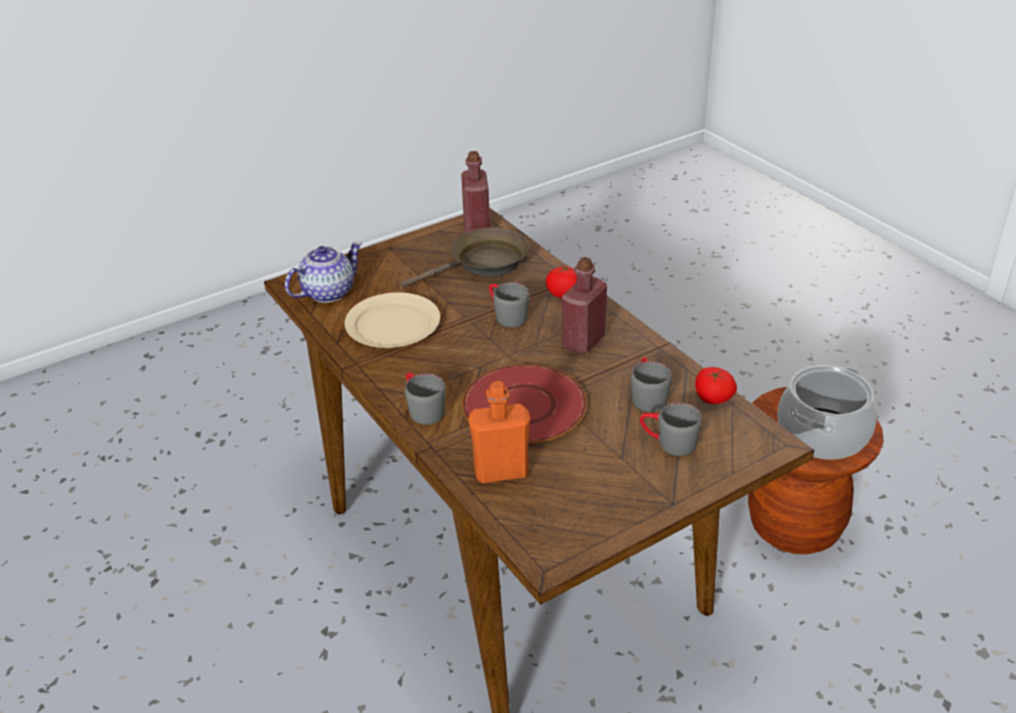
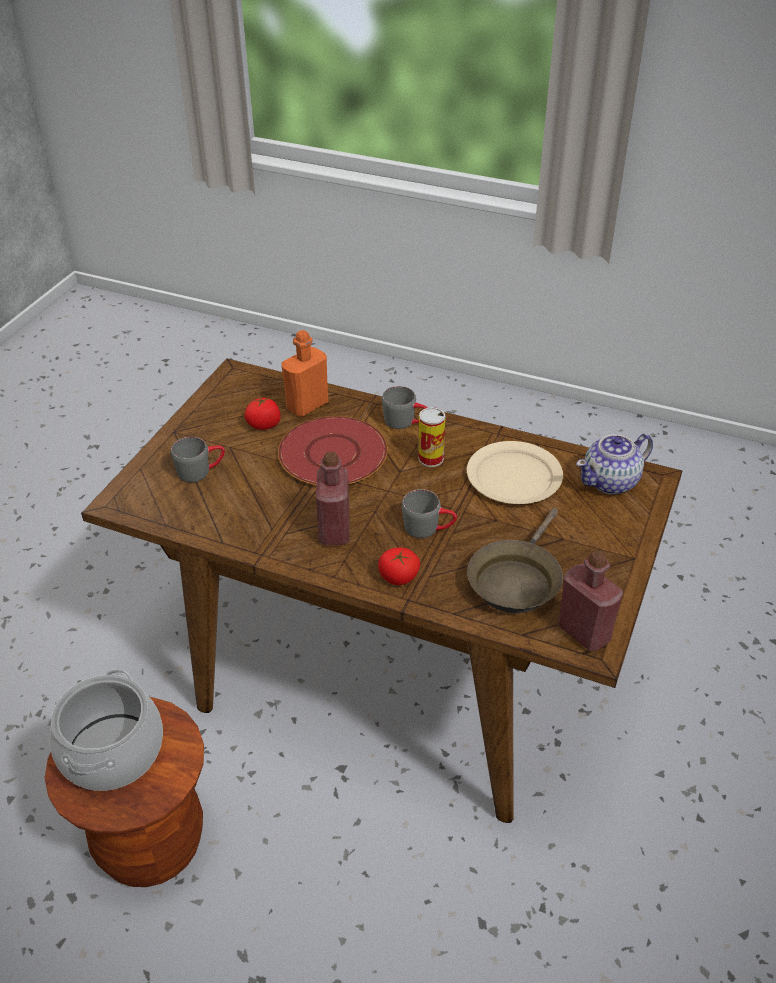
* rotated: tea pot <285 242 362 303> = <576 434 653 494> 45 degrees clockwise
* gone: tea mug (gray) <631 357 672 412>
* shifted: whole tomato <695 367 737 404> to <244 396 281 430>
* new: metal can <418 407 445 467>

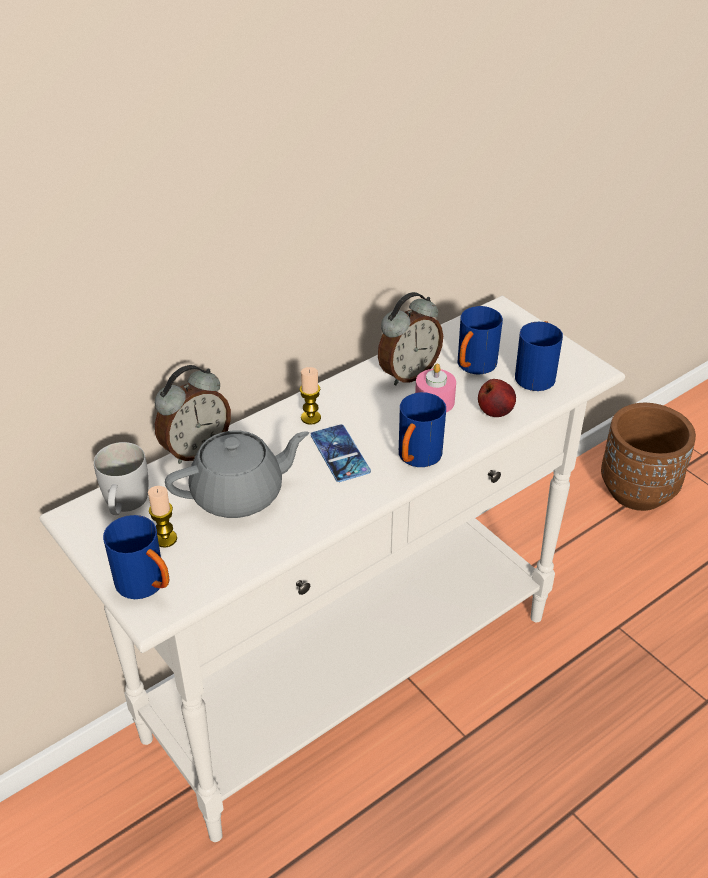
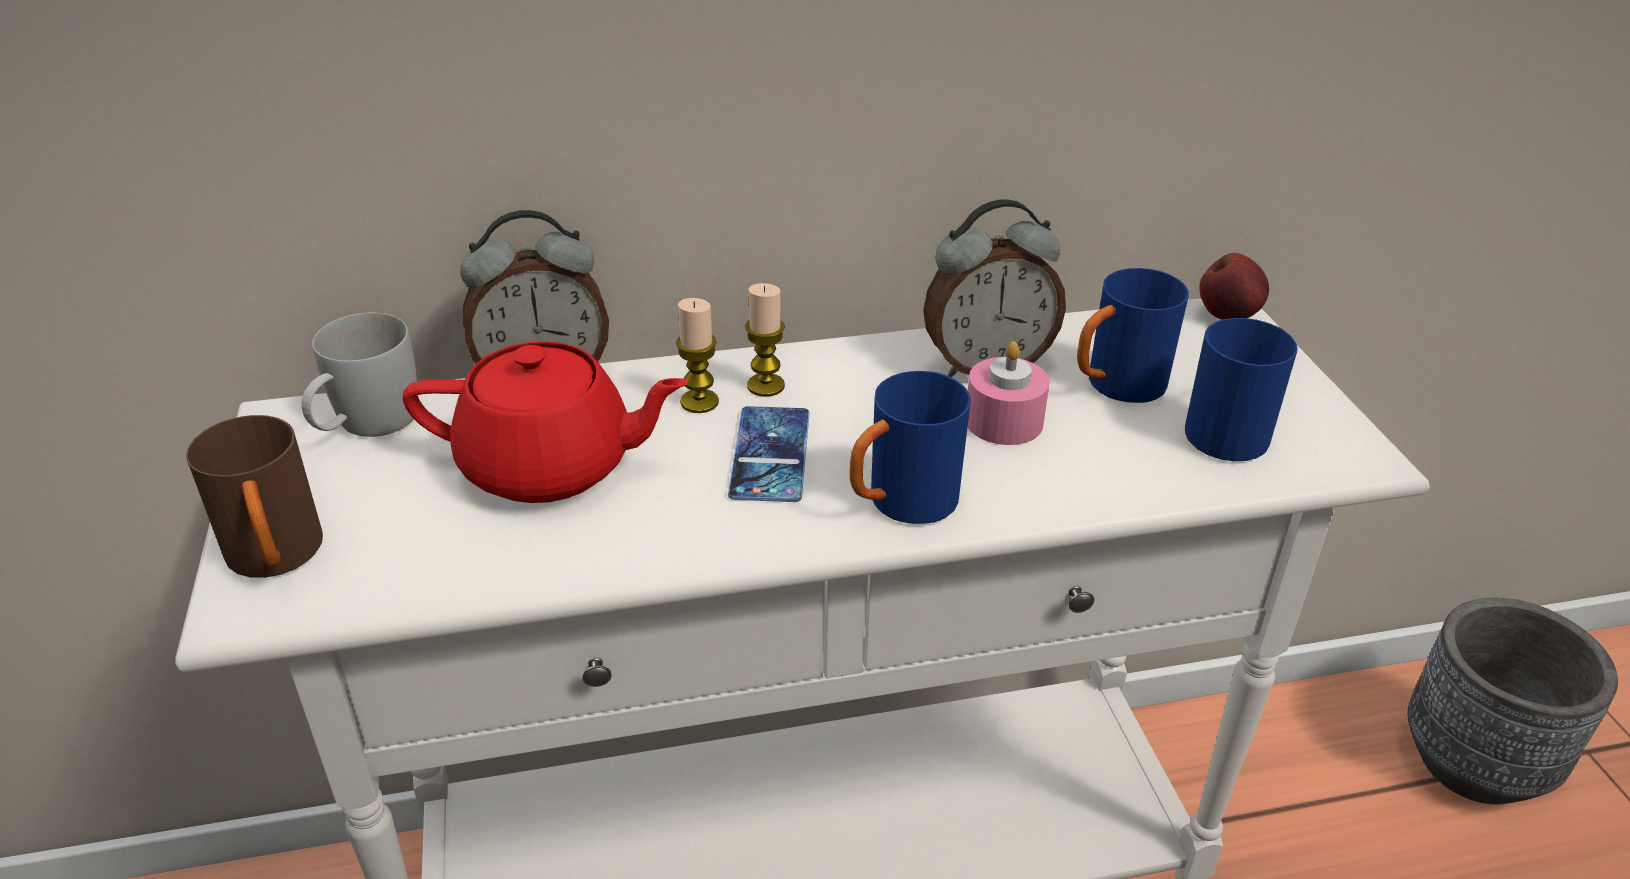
* shifted: apple fruit <478 379 516 417> to <1199 253 1269 320>
* repainted: plant pot (brown) <601 403 696 511> to plant pot (gray) <1407 598 1618 805>
* repainted: tea pot (gray) <165 431 309 518> to tea pot (reddish) <403 341 689 503>
* shifted: candle <148 486 177 547> to <676 298 719 413>
* repainted: tea mug (bluish) <103 515 169 599> to tea mug (brown) <186 415 323 578>

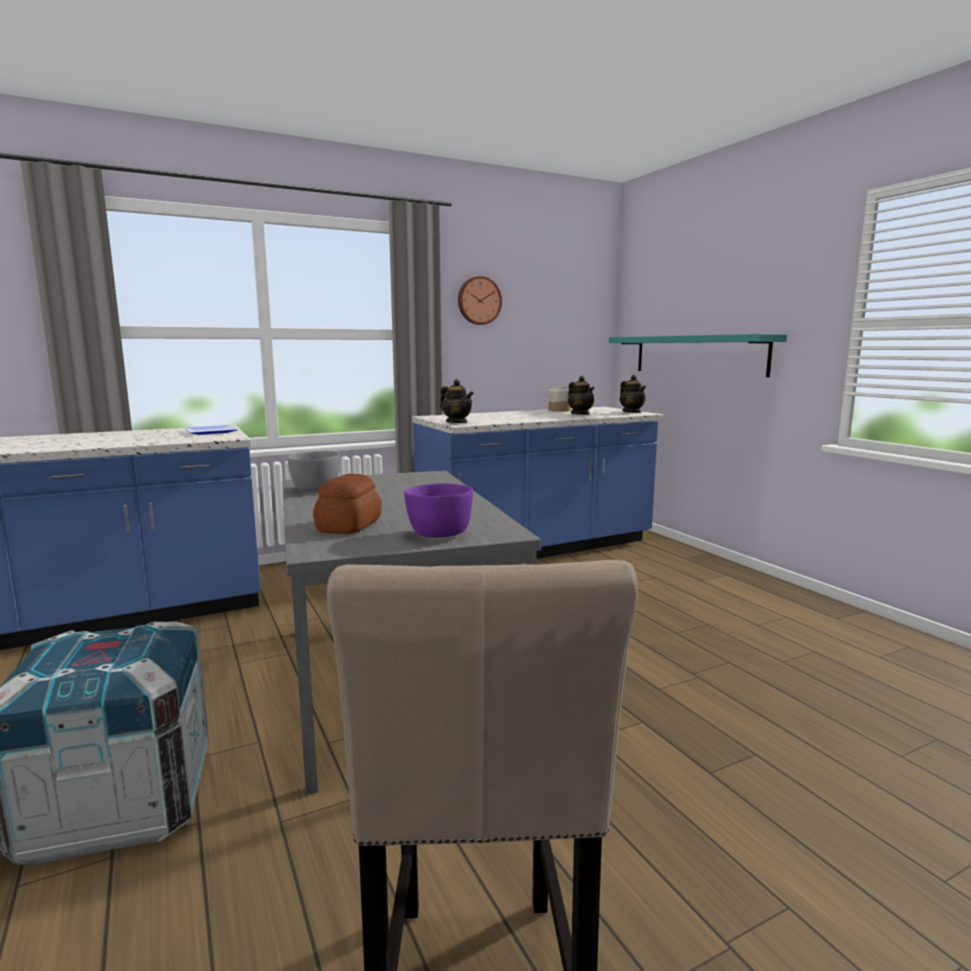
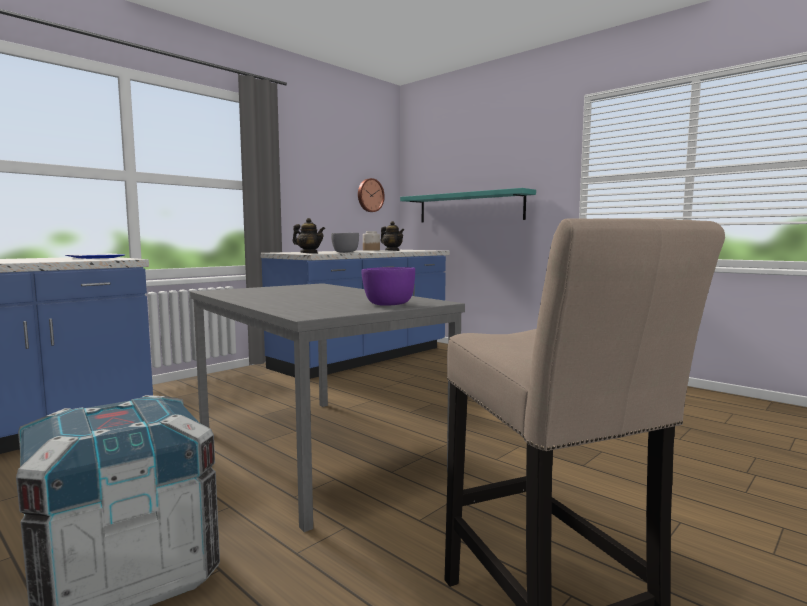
* shifted: clock on the wall <458 276 502 325> to <358 178 385 212>
* gone: tea pot <620 375 646 413>
* shifted: deep dish (gray) <287 451 340 492> to <331 233 359 253>
* gone: bakery bread <313 474 382 534>

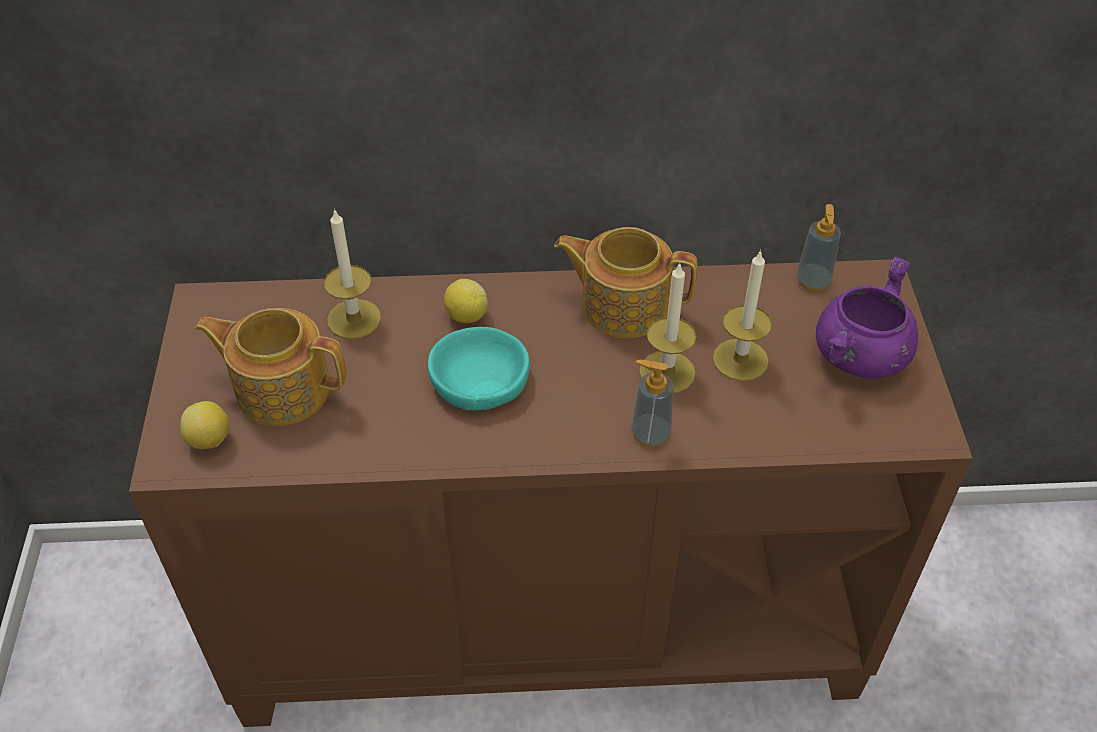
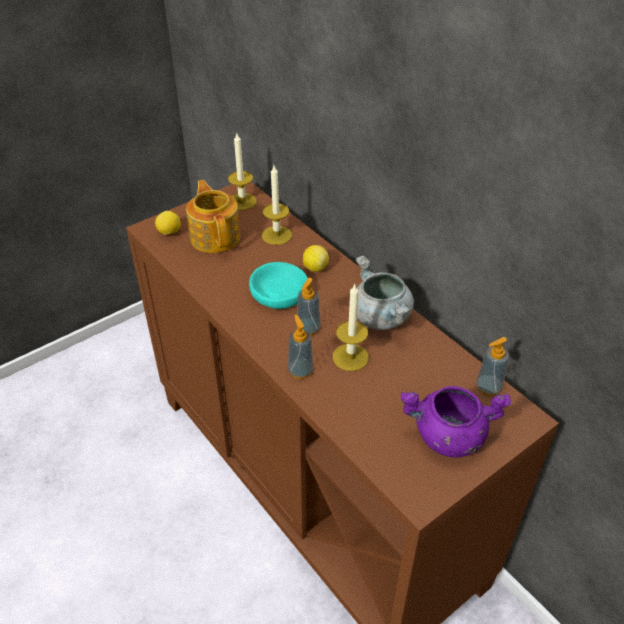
* swapped: tea pot <554 227 698 338> to stockpot (gray) <356 255 414 330>
* shifted: candle <713 249 772 381> to <228 134 257 210>
* new: soap dispenser <296 278 321 335>

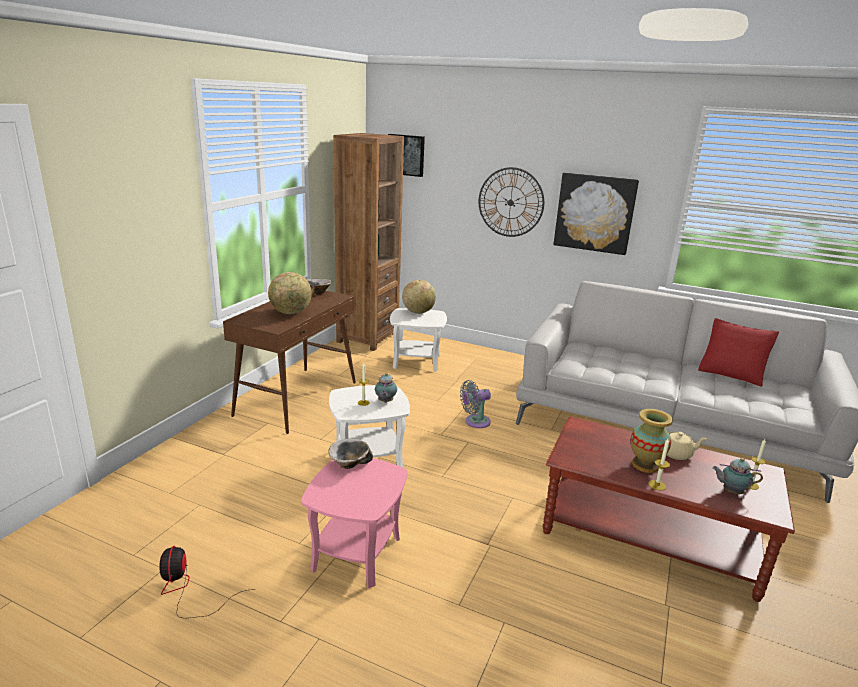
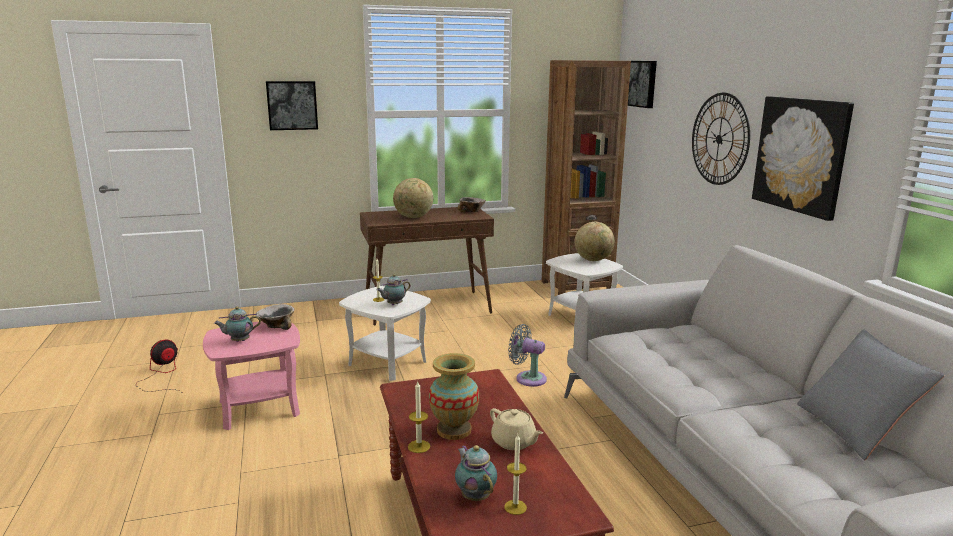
* repainted: pillow (reddish) <698 318 779 387> to pillow (gray) <797 329 944 460>
* new: wall picture <266 81 318 130>
* new: tea pot <214 306 261 342>

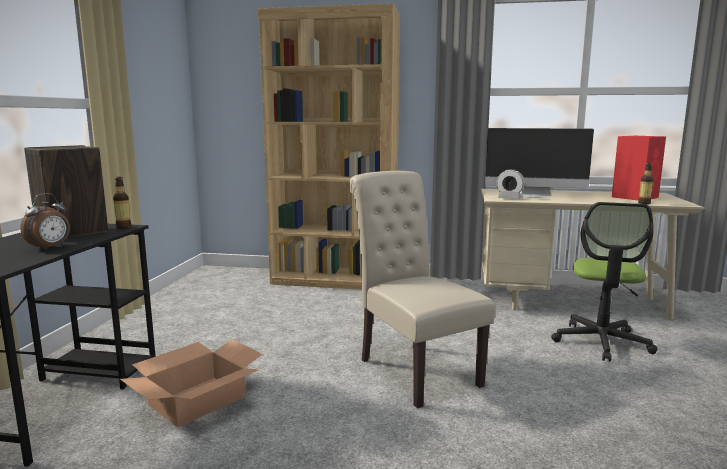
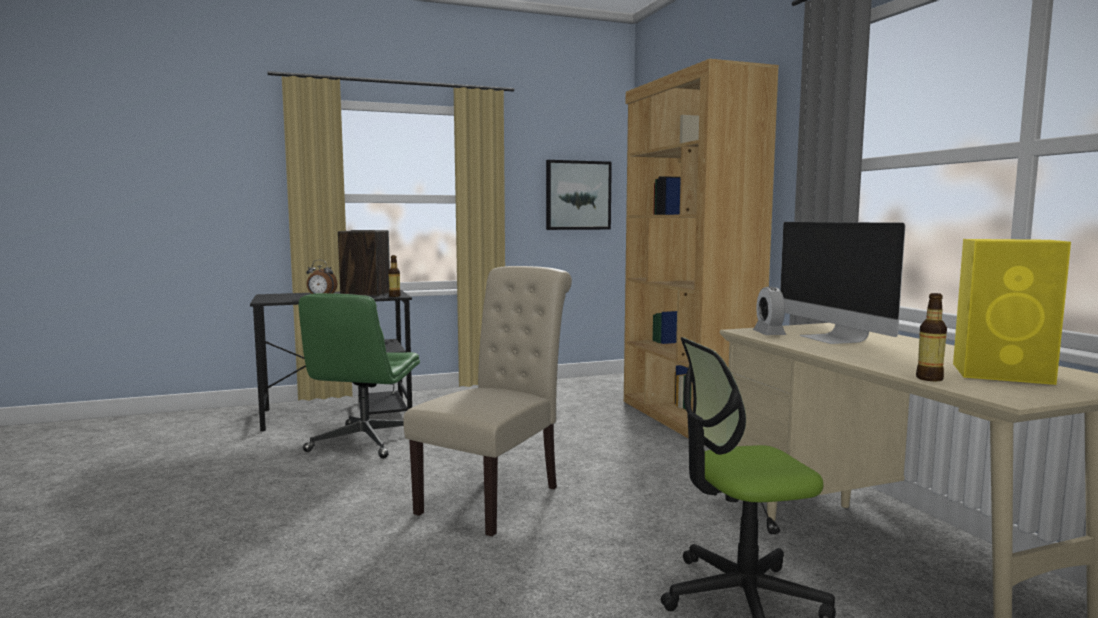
* repainted: loudspeaker (reddish) <612 136 666 200> to loudspeaker (yellow) <953 239 1071 385>
* swapped: packing box <120 339 262 427> to desk chair (green) <299 293 420 459>
* new: wall picture <546 160 612 230>

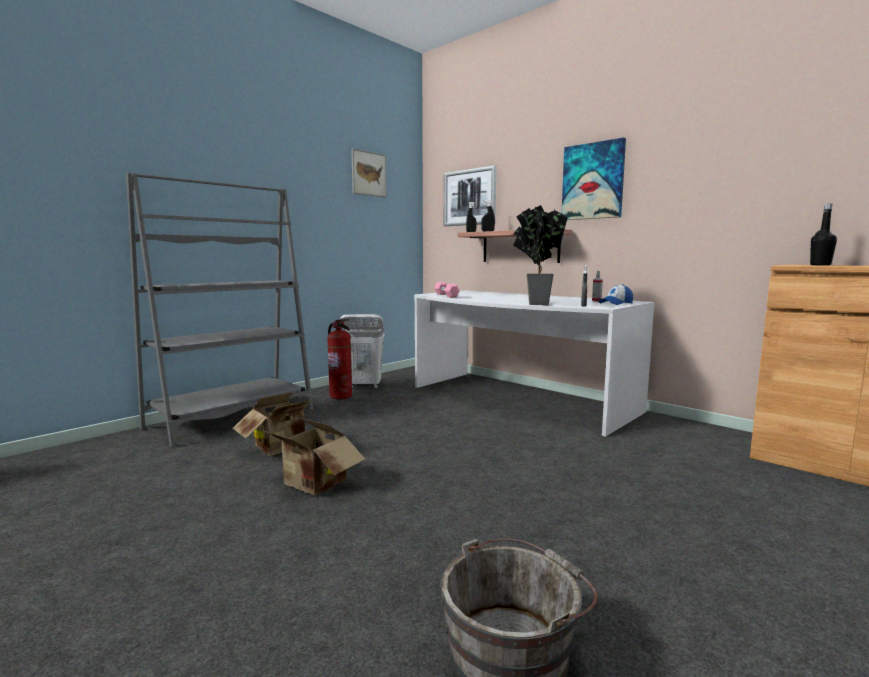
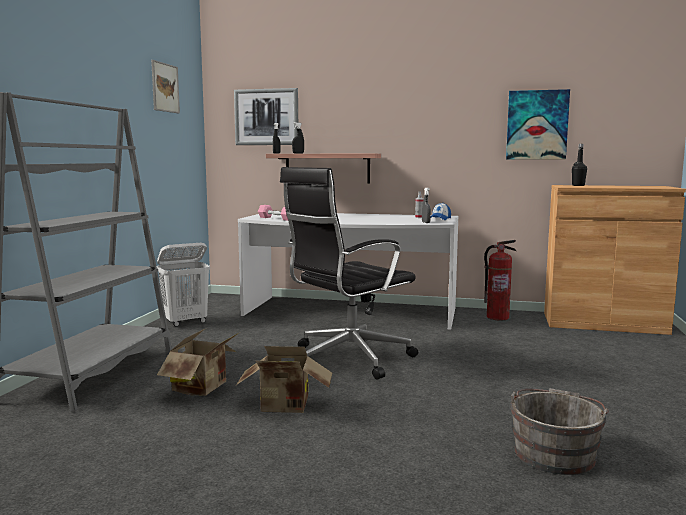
* shifted: wall picture <562 138 626 220> to <506 89 570 159>
* gone: plant in a pot <513 205 568 305>
* shifted: fire extinguisher <327 319 352 399> to <484 240 516 320>
* new: desk chair (black-coloured) <280 167 418 379>

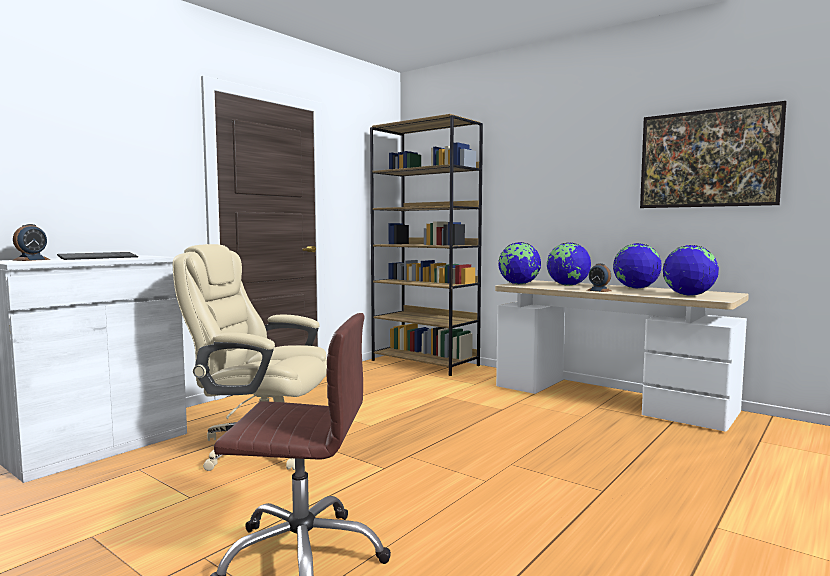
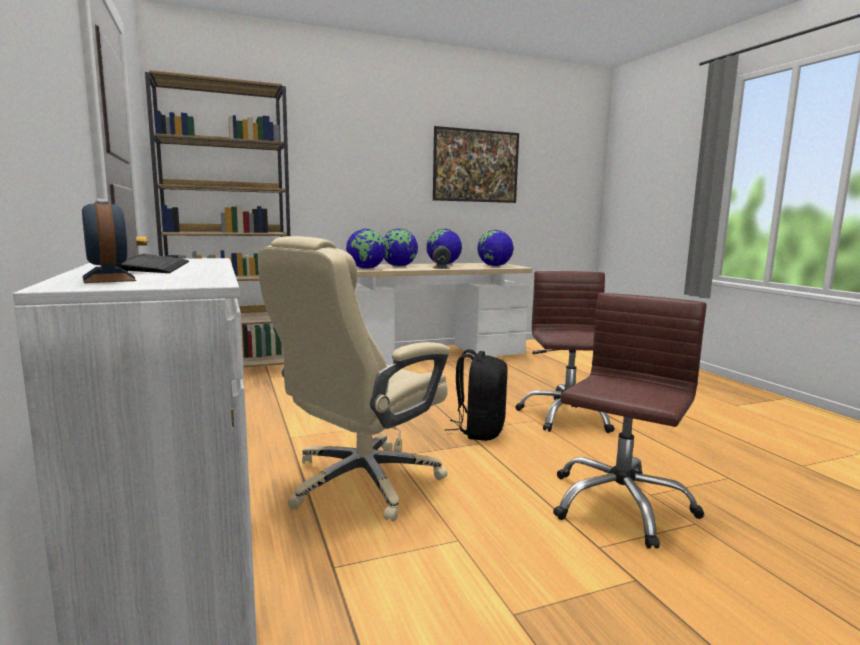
* new: desk chair (brown) <516 271 615 433>
* new: knapsack (black-coloured) <445 349 507 441>

